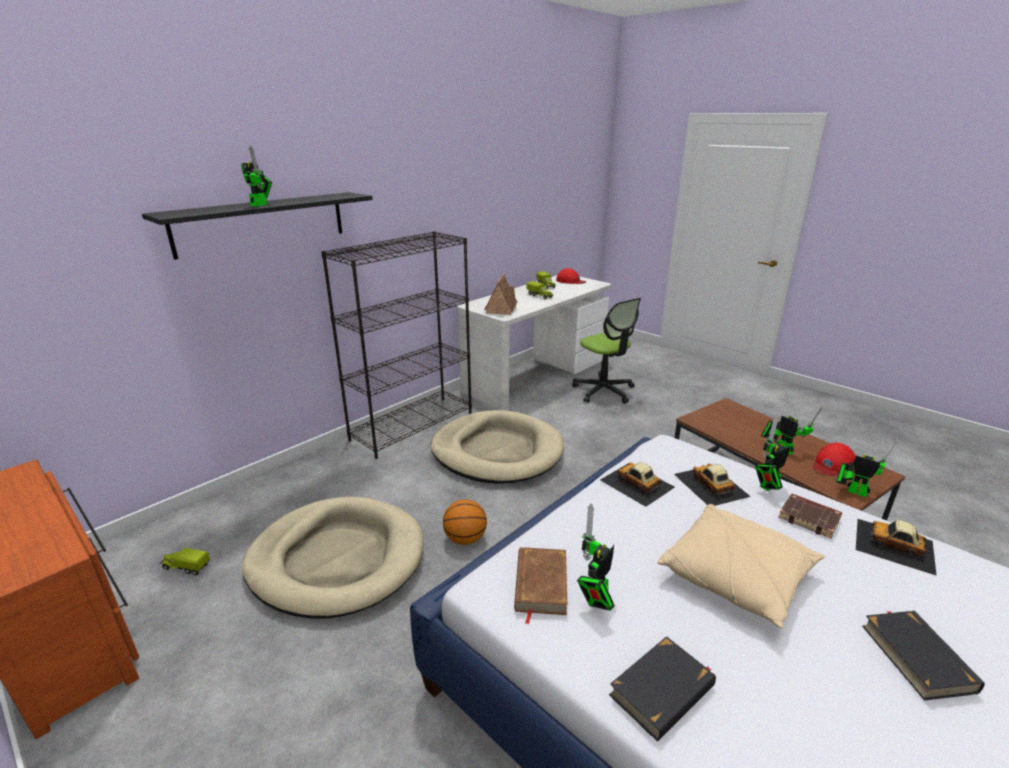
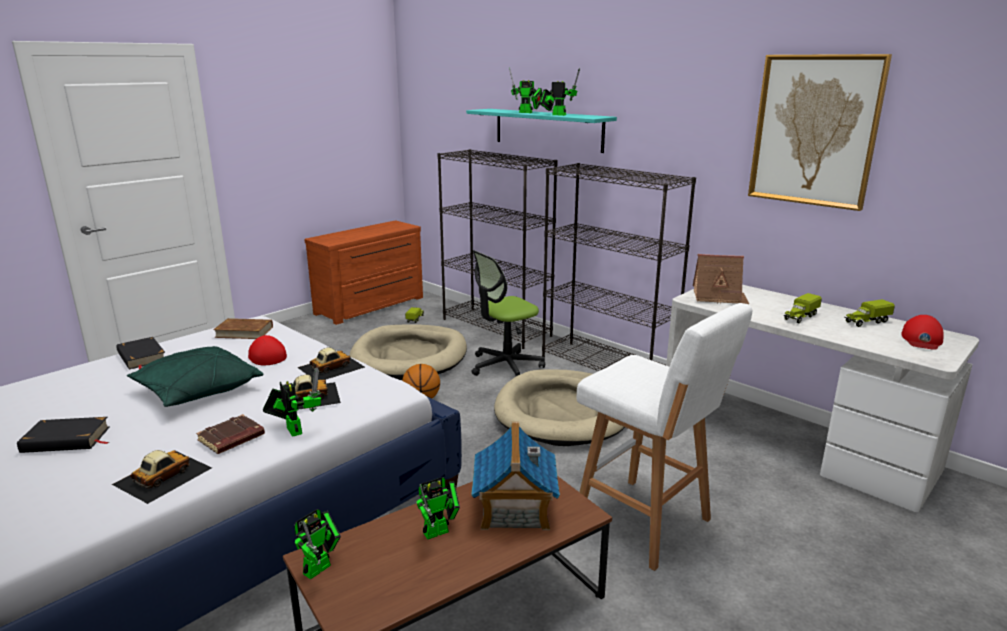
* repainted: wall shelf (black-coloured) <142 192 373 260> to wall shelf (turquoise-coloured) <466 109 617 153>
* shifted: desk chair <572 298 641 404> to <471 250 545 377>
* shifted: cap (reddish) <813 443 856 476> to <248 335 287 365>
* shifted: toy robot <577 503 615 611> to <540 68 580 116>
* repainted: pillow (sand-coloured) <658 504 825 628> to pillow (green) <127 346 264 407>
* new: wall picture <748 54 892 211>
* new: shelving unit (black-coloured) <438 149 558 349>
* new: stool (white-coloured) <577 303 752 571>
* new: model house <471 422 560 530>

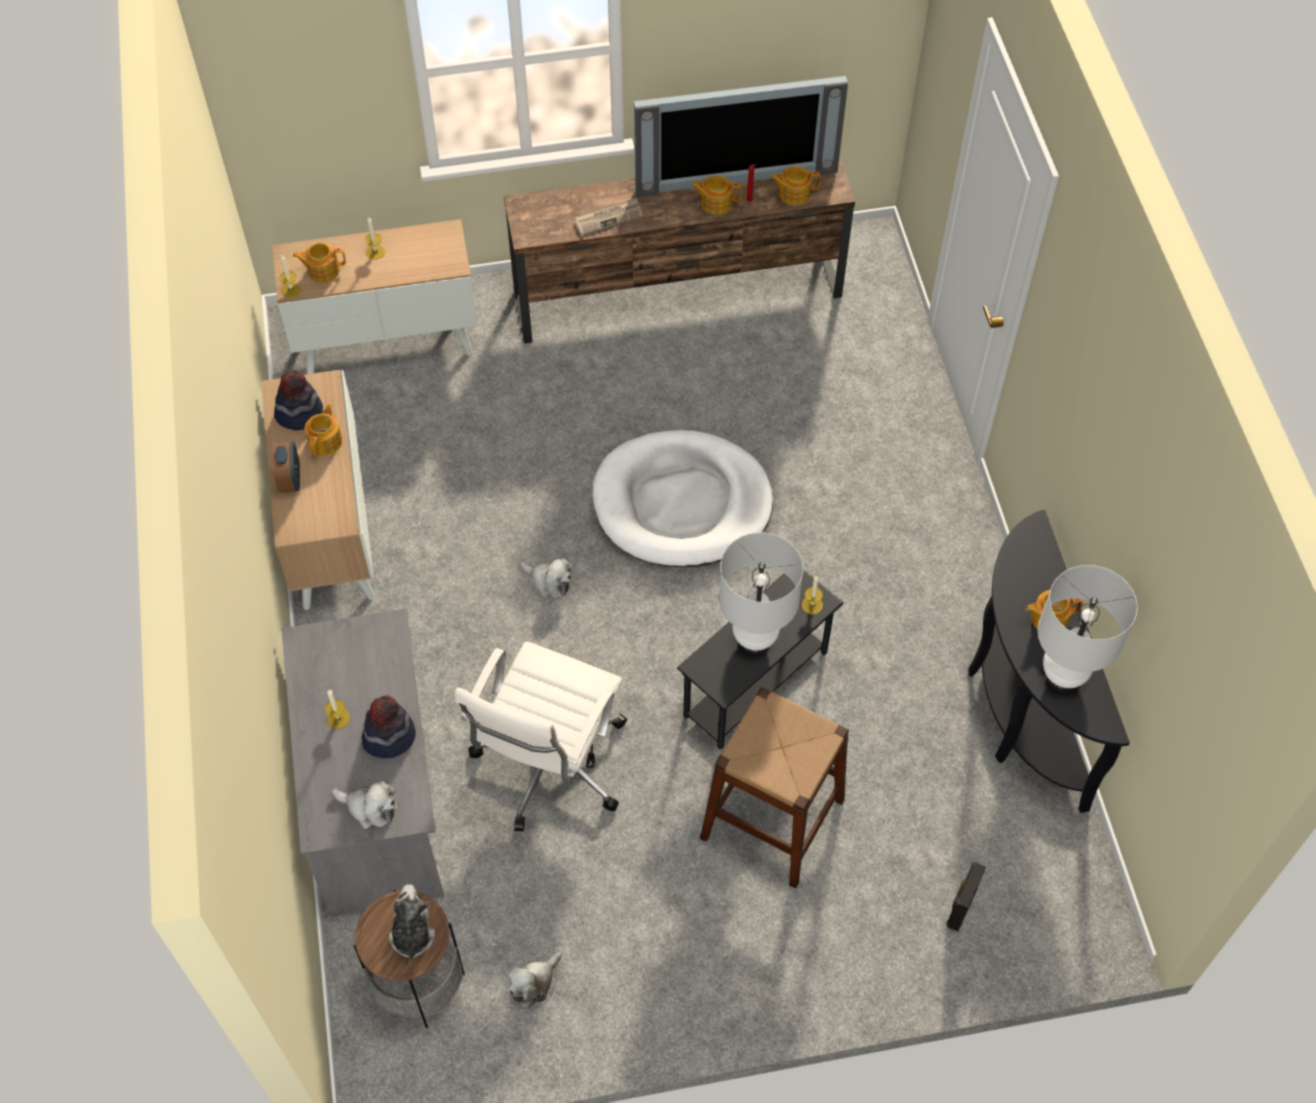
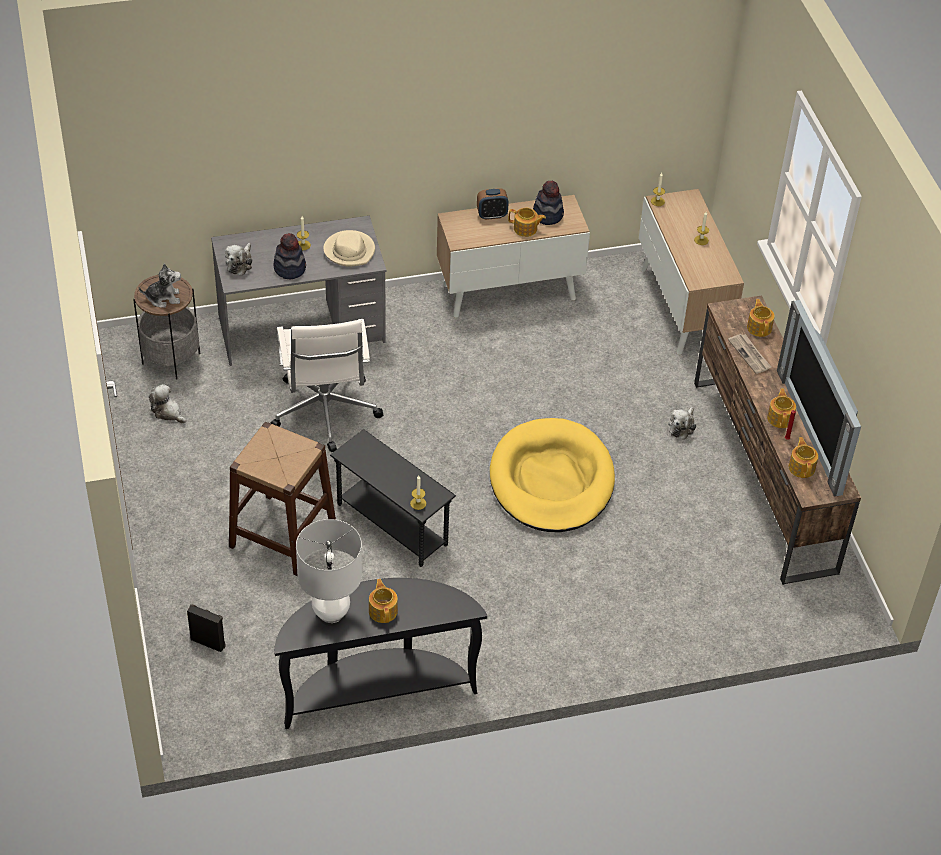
* shifted: tea pot <293 243 346 283> to <747 299 775 337>
* repainted: dog bed (white-coloured) <593 430 773 567> to dog bed (yellow) <490 418 615 532>
* gone: table lamp (white-coloured) <719 532 803 654>
* shifted: plush toy <520 558 573 598> to <668 406 696 440>
* rotated: desk chair (white-coloured) <455 642 627 831> = <271 319 383 452> 120 degrees counterclockwise
* new: wearable hat (sand-coloured) <323 230 375 266>

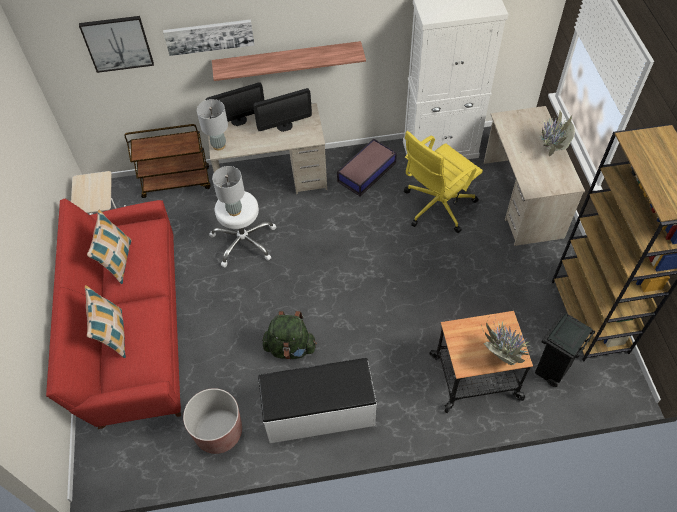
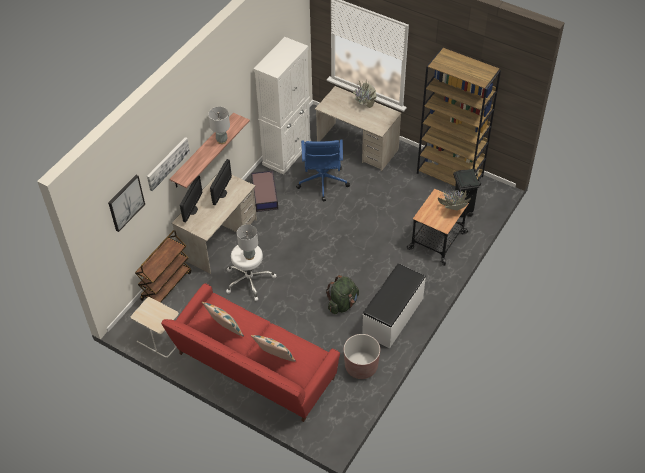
* shifted: table lamp (gray) <197 99 228 150> to <208 107 230 144>
* repainted: desk chair (yellow) <404 131 483 233> to desk chair (bluish) <296 140 350 202>

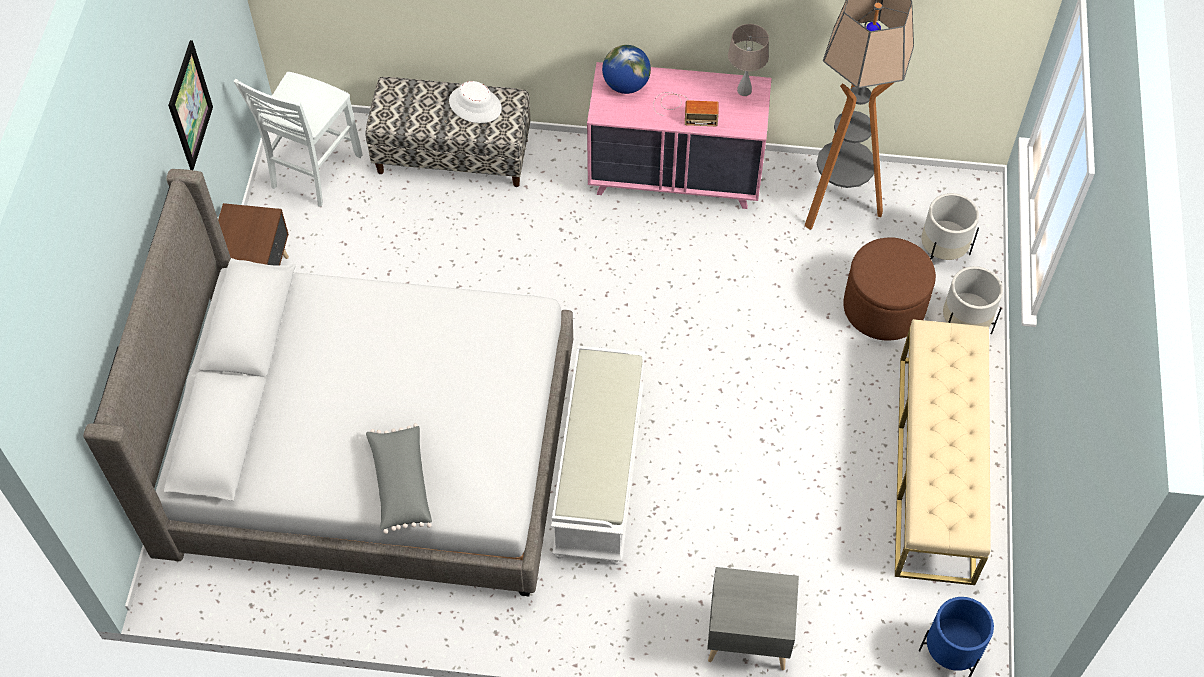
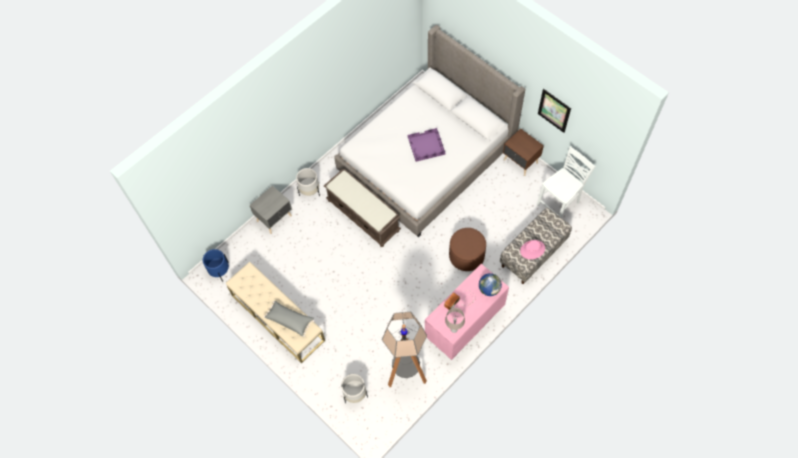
* rotated: upright chair (white-coloured) <233 72 362 207> = <537 146 596 218> 75 degrees clockwise
* repainted: wearable hat (white-coloured) <449 81 502 123> to wearable hat (pink-coloured) <520 240 545 259>
* shifted: ottoman (brown) <843 237 936 341> to <449 228 486 271>
* shifted: plant pot (white-coloured) <943 266 1003 334> to <296 168 320 196>
* repainted: long seat (white-coloured) <551 346 645 565> to long seat (brown) <324 169 401 247>
* shifted: pillow (gray) <366 423 432 534> to <264 301 314 337>
* new: serving tray (purple-coloured) <408 128 446 162>

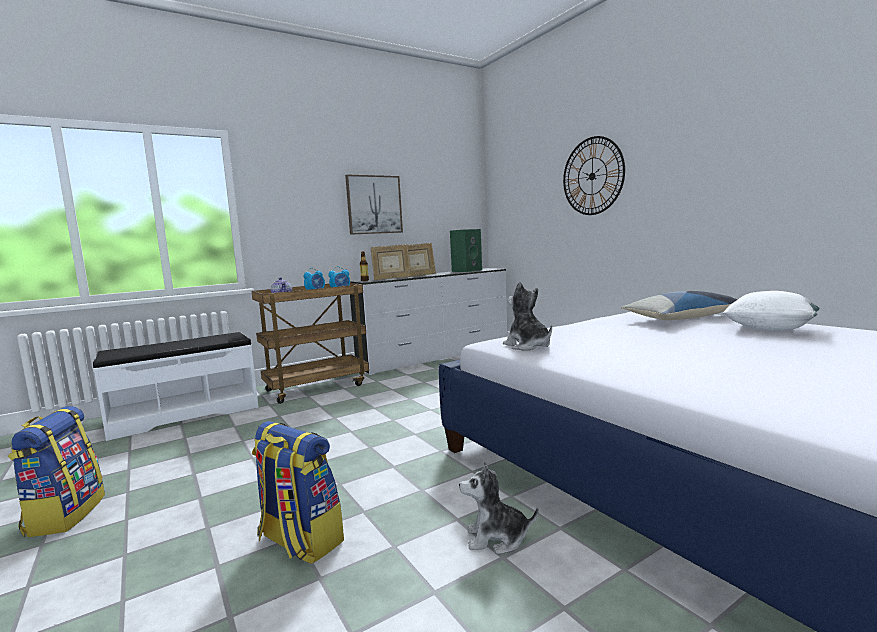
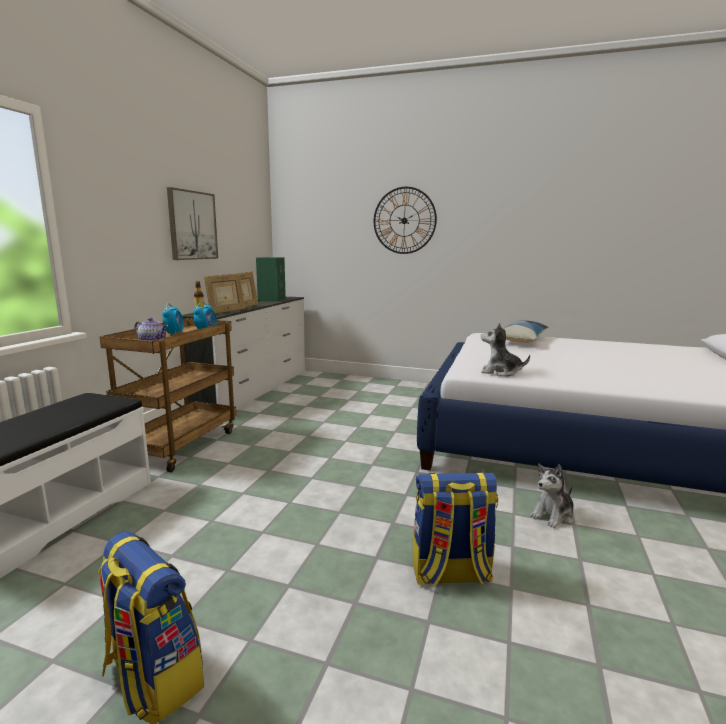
* gone: pillow (white-coloured) <723 291 820 331>

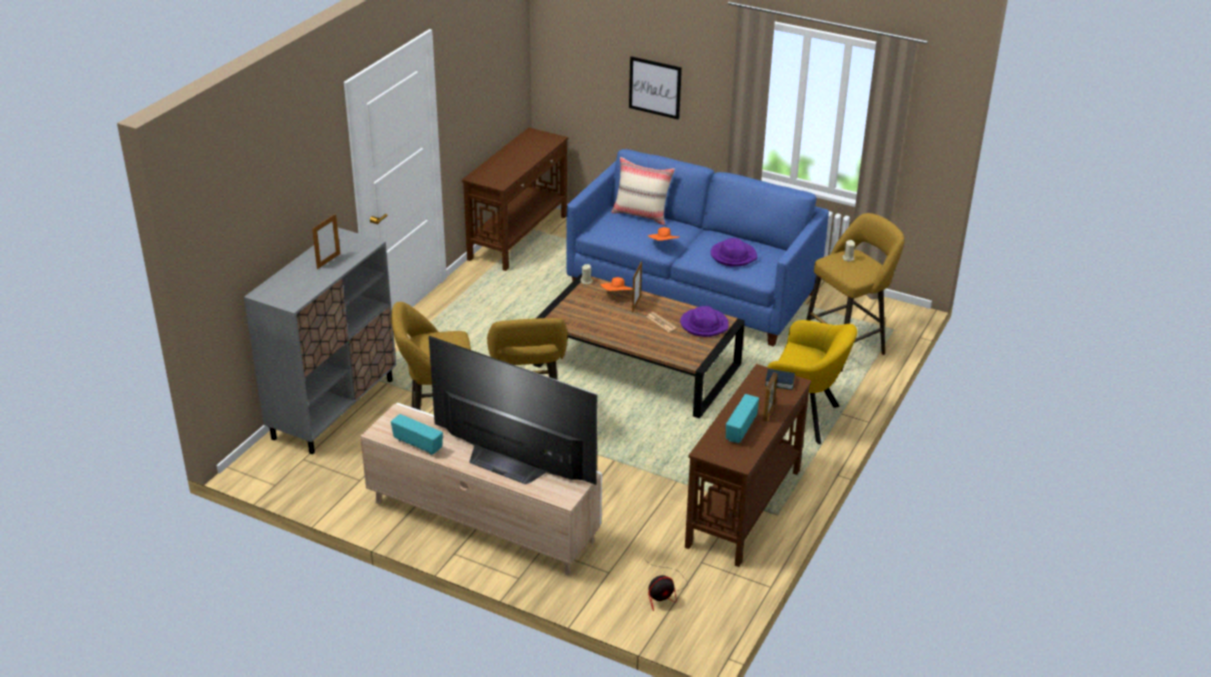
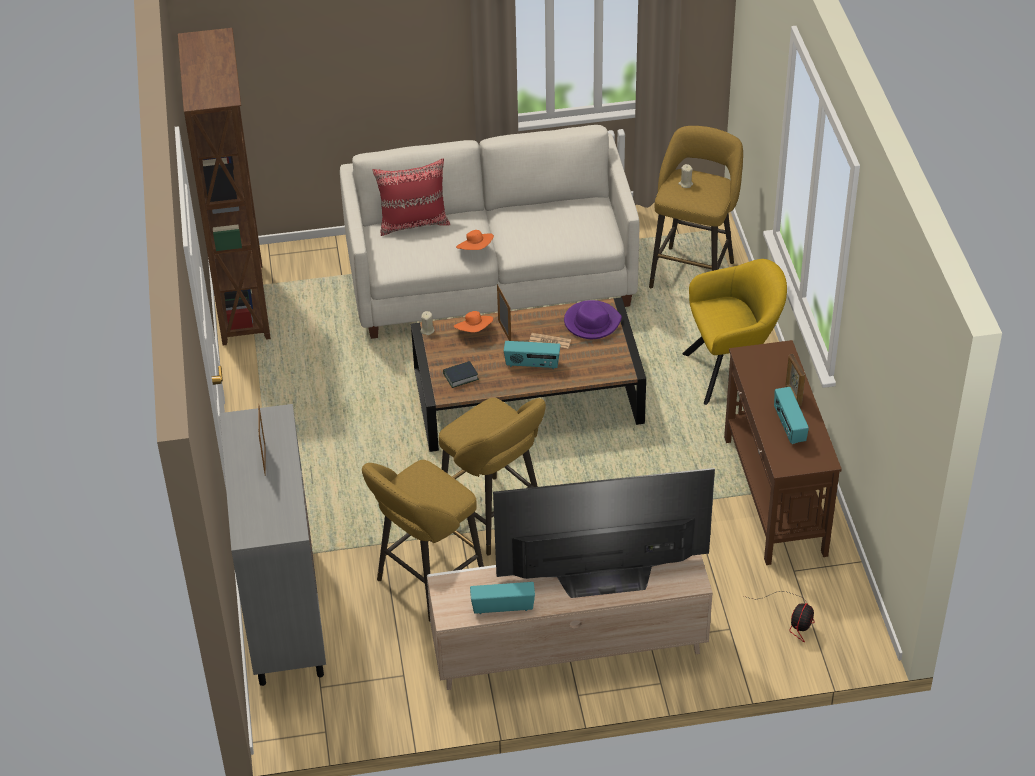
* gone: wall picture <629 56 682 120>
* swapped: narrow table (brown) <462 127 568 271> to shelving unit (brown) <178 28 271 346>
* repainted: couch (bluish) <566 149 829 346> to couch (white-coloured) <340 125 639 339>
* repainted: pillow (sand-coloured) <611 157 675 225> to pillow (reddish) <373 159 451 236>
* gone: wearable hat (purple-coloured) <710 238 757 267>
* shifted: bound book <765 369 795 390> to <443 361 479 388>
* new: radio <504 341 560 369>

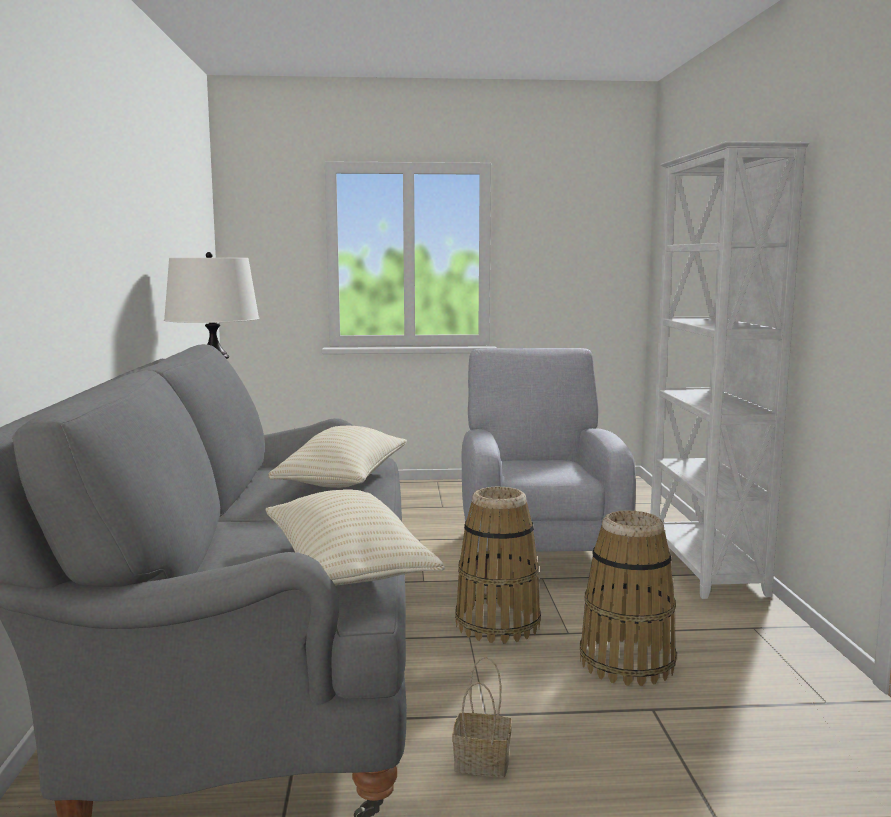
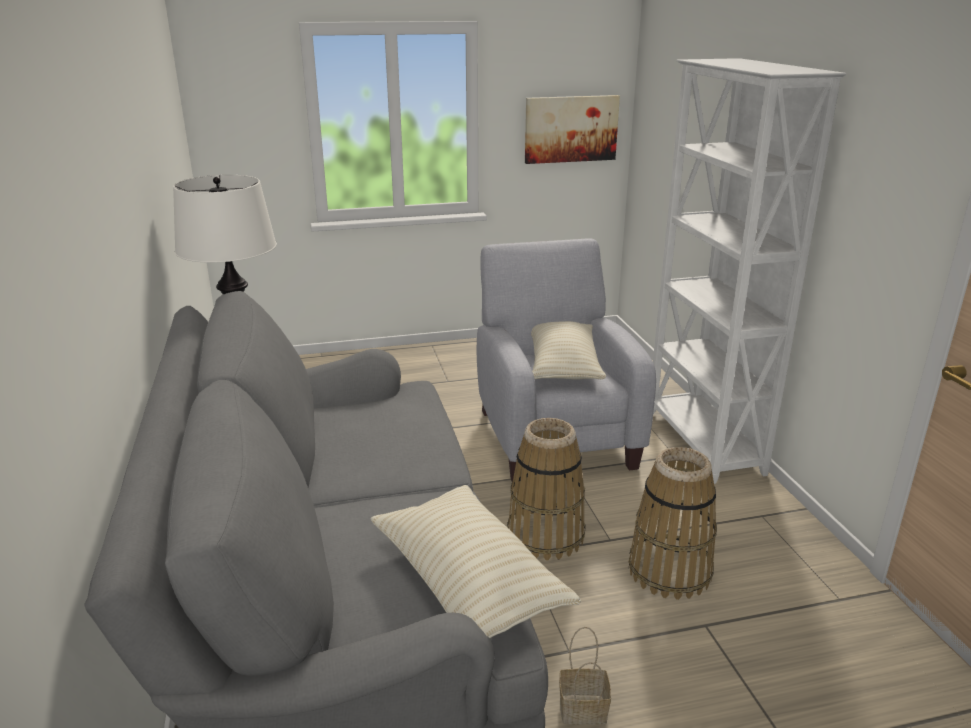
* shifted: pillow (sand-coloured) <268 426 407 488> to <531 321 606 380>
* new: wall picture <525 95 620 164>

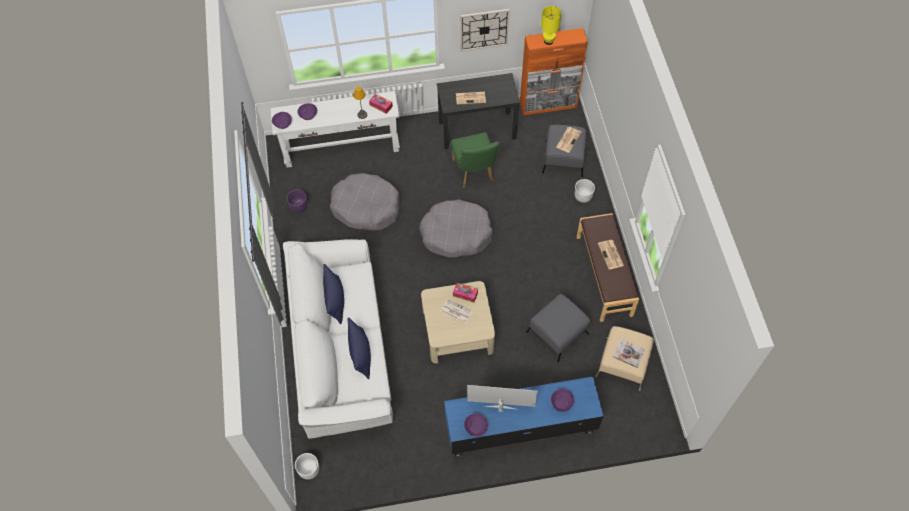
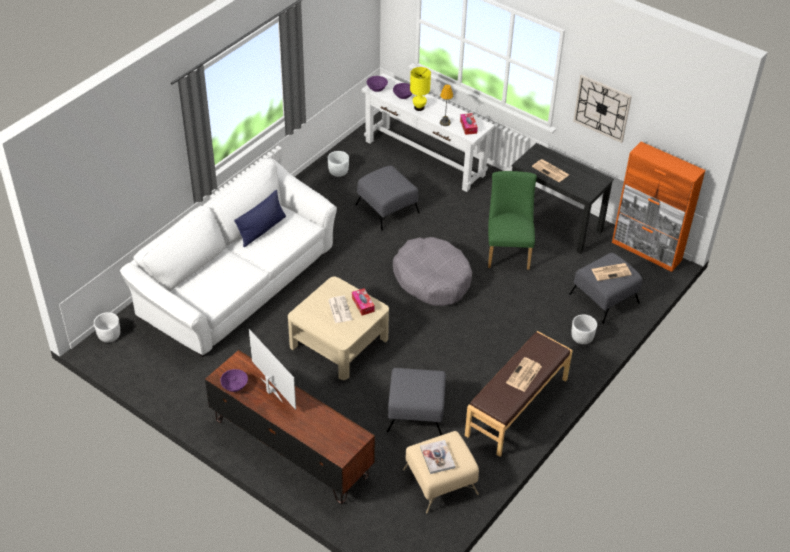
* shifted: table lamp (yellow) <541 6 561 45> to <410 67 431 111>
* rotated: upright chair (green) <451 133 499 188> = <488 171 537 270> 150 degrees clockwise
* swapped: dog bed (gray) <330 173 399 231> to ottoman (gray) <356 165 420 231>
* repainted: plant pot (purple-coloured) <287 189 308 213> to plant pot (white-coloured) <328 151 349 177>
* gone: pillow (bluish) <347 317 371 379>
* repainted: media console (bluish) <444 377 603 457> to media console (brown) <205 350 375 504>
* gone: deep dish (purple-coloured) <551 389 574 412>

